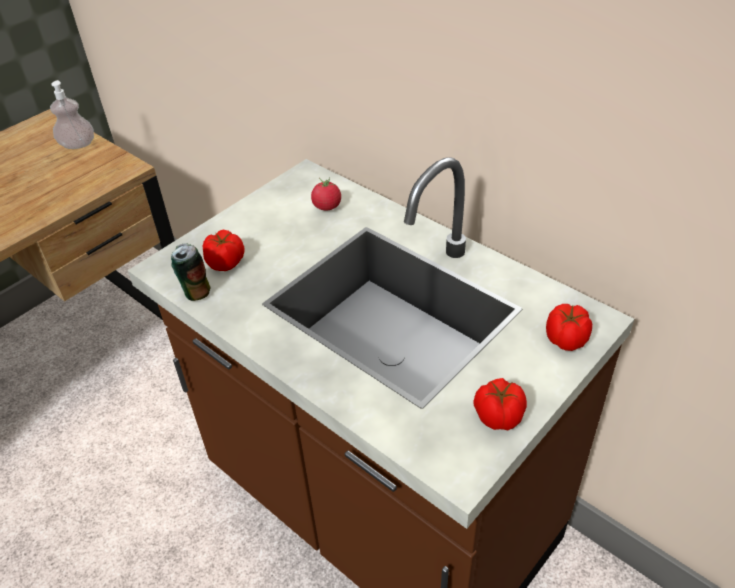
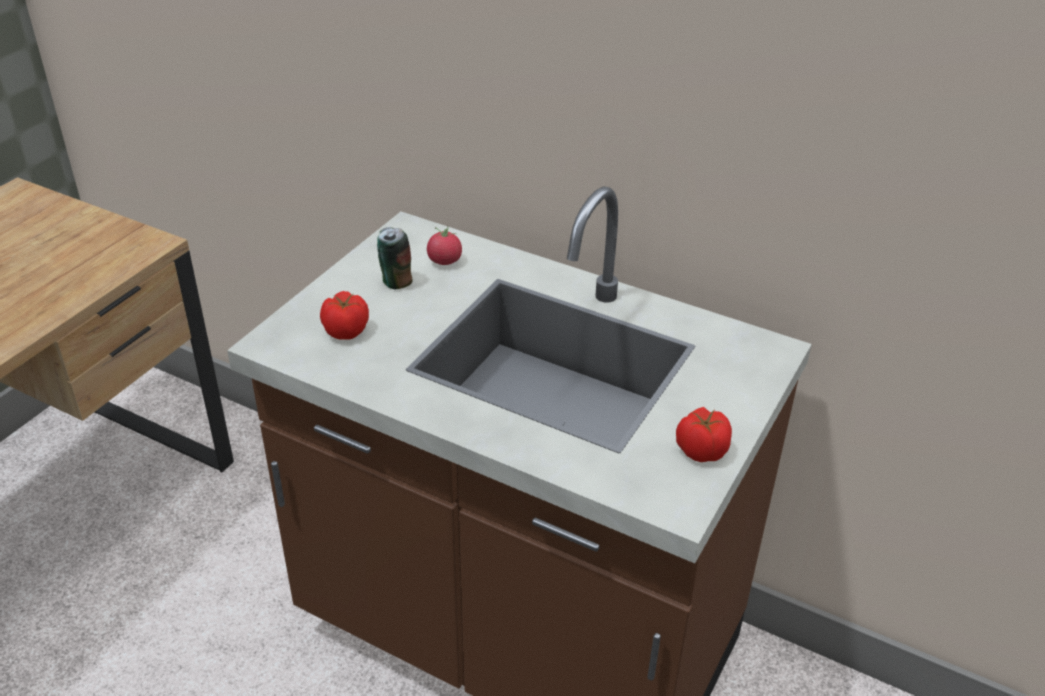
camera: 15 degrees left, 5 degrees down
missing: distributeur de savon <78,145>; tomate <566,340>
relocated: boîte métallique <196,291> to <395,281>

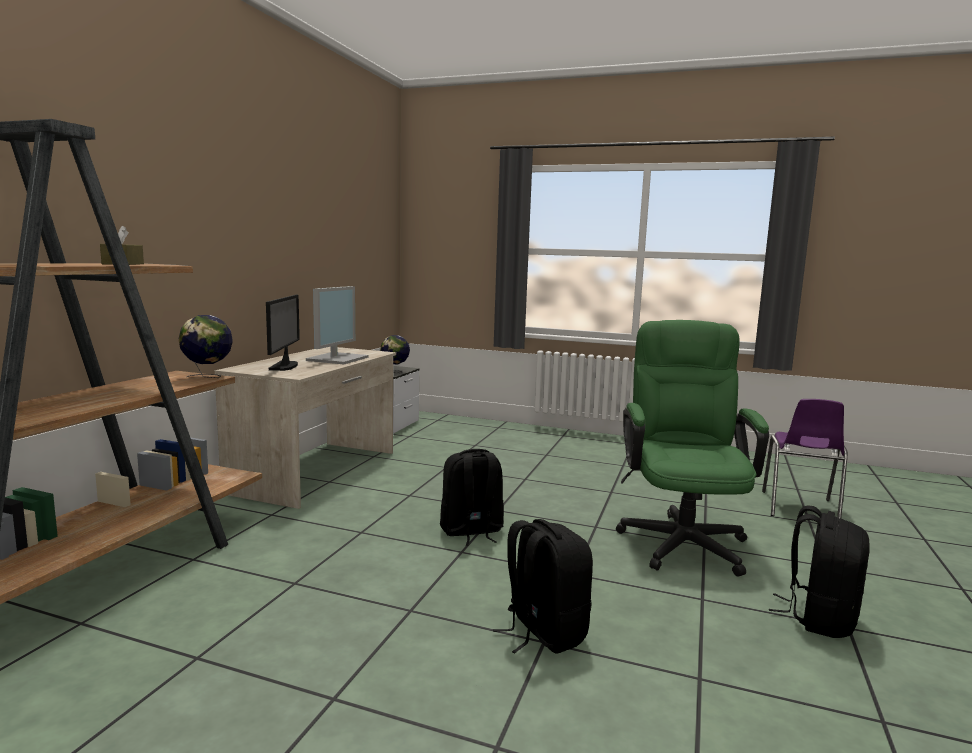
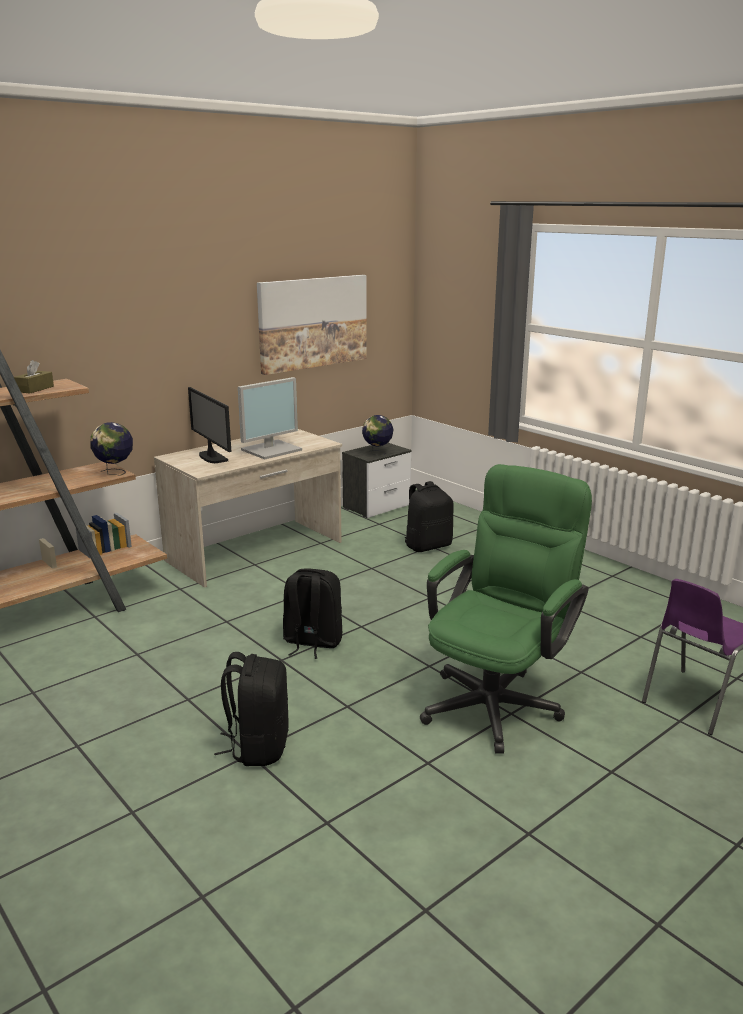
camera: 30 degrees right, 10 degrees up
appeared: tableau <313,322>
relocated: sac à dos/noir <818,618> to <428,546>
spun: écran d'ordinateur <285,366> = <212,457> 120 degrees clockwise

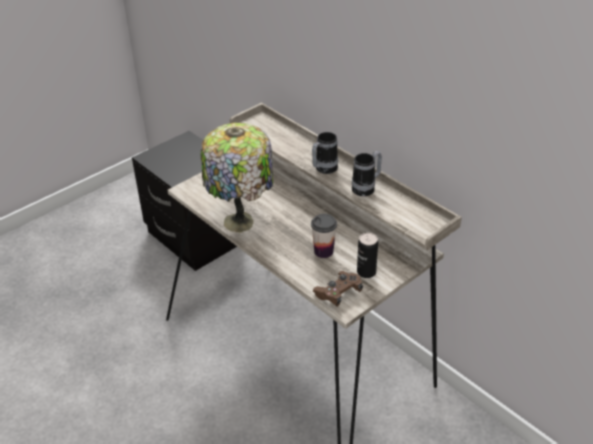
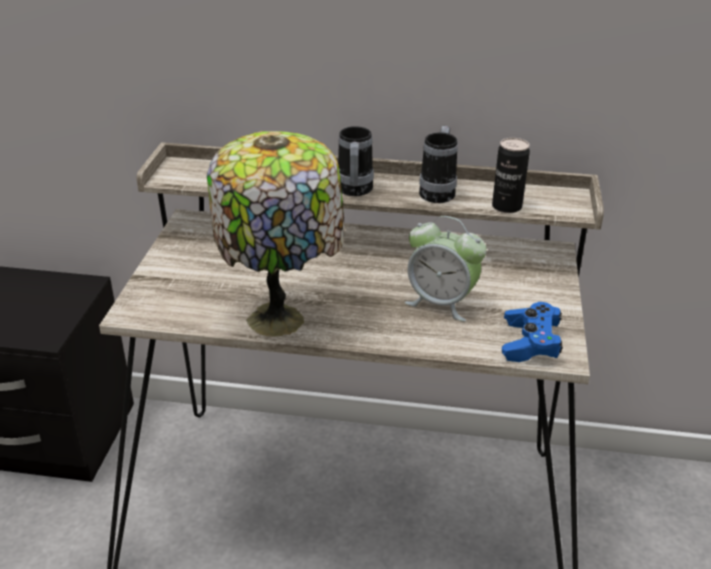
camera: 40 degrees left, 5 degrees down
relocated: boîte métallique <366,272> to <506,207>
exchanged: tasse <323,251> to réveil <441,302>
colour: manette/marron <338,293> to manette/bleu <530,343>

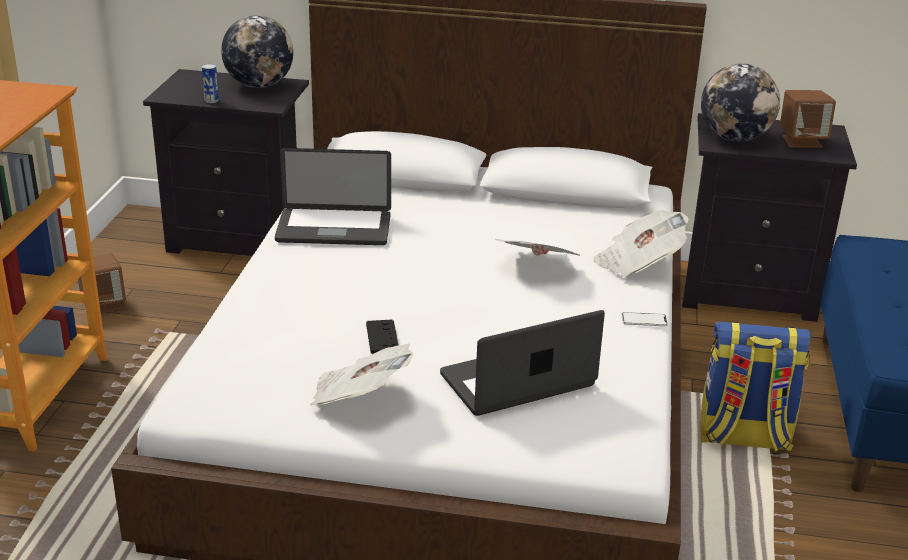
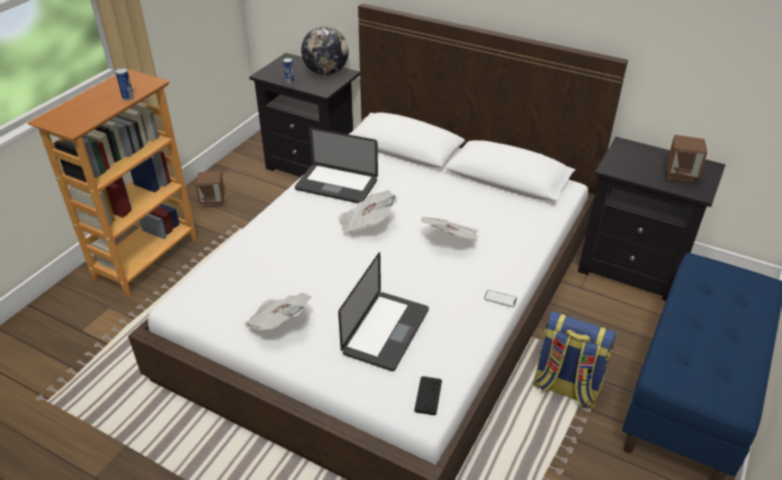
camera: 20 degrees right, 10 degrees up
missing: globe <734,138>
appeared: boîte métallique <128,97>
relocated: journal <638,264> to <366,224>; manette/noir <382,338> to <428,396>
spun: ordinateur portable <517,381> = <386,331> 120 degrees clockwise

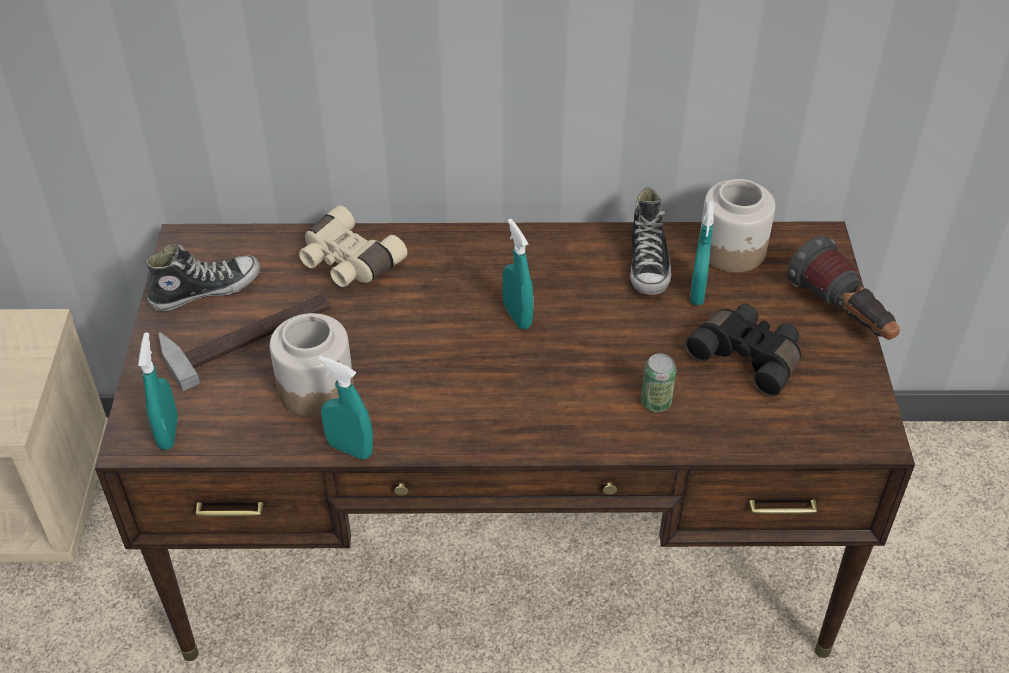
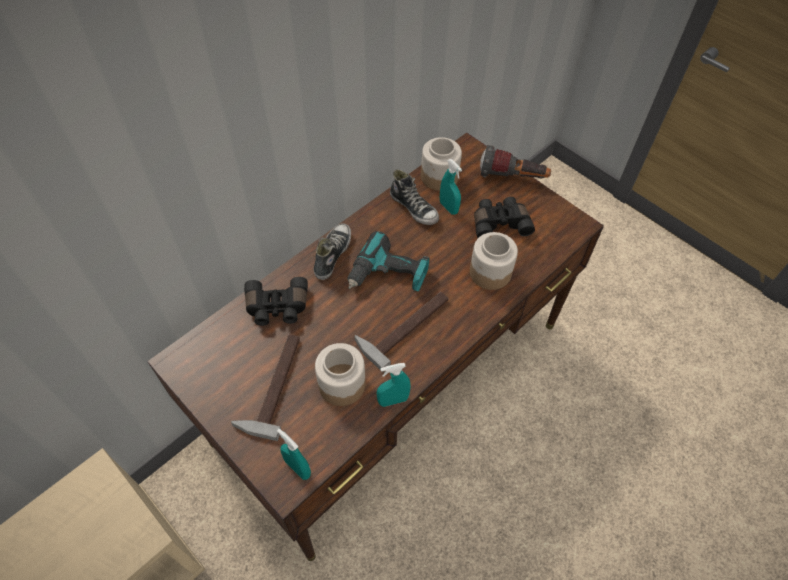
camera: 45 degrees left, 10 degrees up
appeared: marteau <404,325>
relocated: chaussure <206,289> to <332,254>
exchanged: vaporisateur/turquoise <517,316> to perceuse <388,275>; boîte métallique <656,402> to bocal <489,272>
colour: jumelles/beige <347,262> to jumelles/noir <277,308>

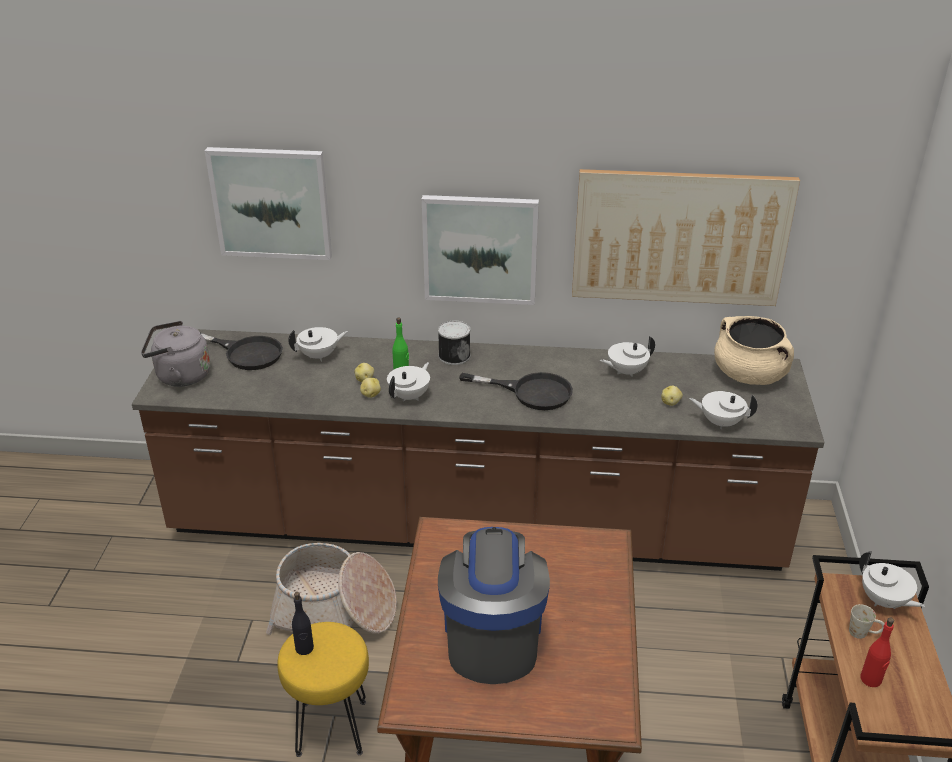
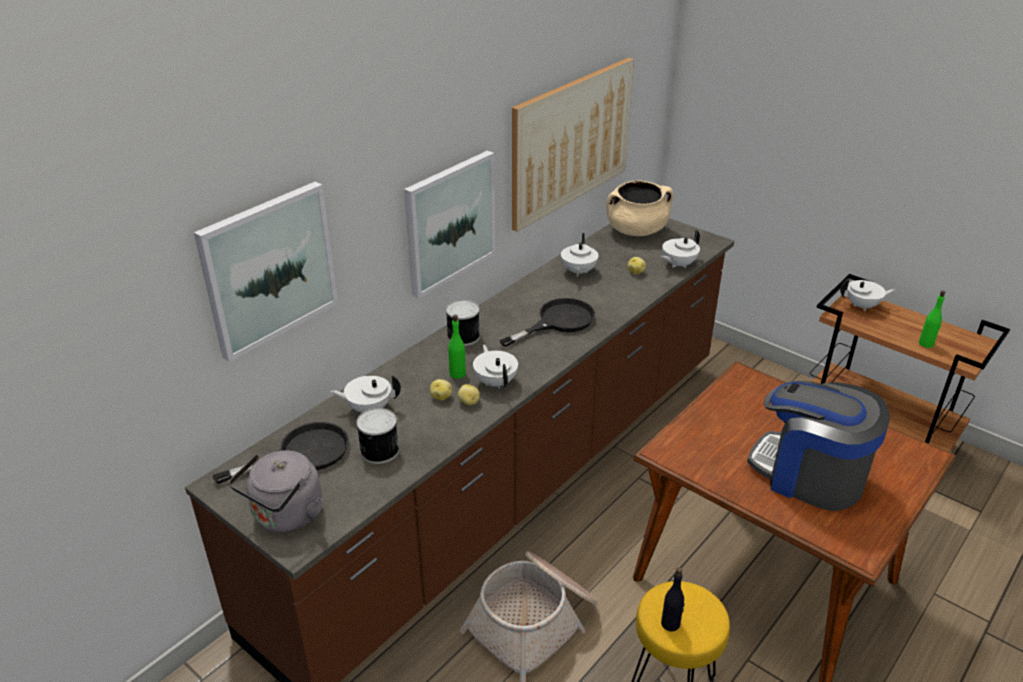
camera: 55 degrees left, 0 degrees up
missing: mug/blanc <863,633>
appeared: boîte métallique <378,450>
colour: bouteille/rouge <871,679> to bouteille/vert <926,343>
spun: théière/blanc <319,356> = <369,408> 105 degrees counterclockwise

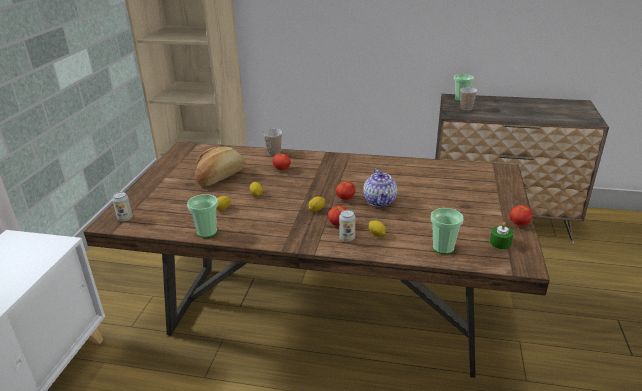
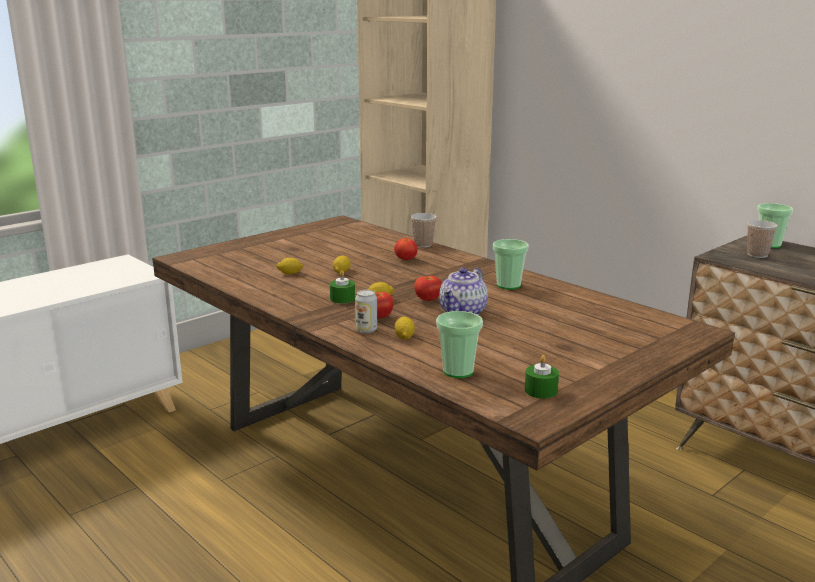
camera: 35 degrees right, 10 degrees down
missing: boîte métallique <125,218>; pain <220,177>; tomate <519,224>
appeared: bougie/vert <342,299>
relocated: tasse <207,232> to <508,285>

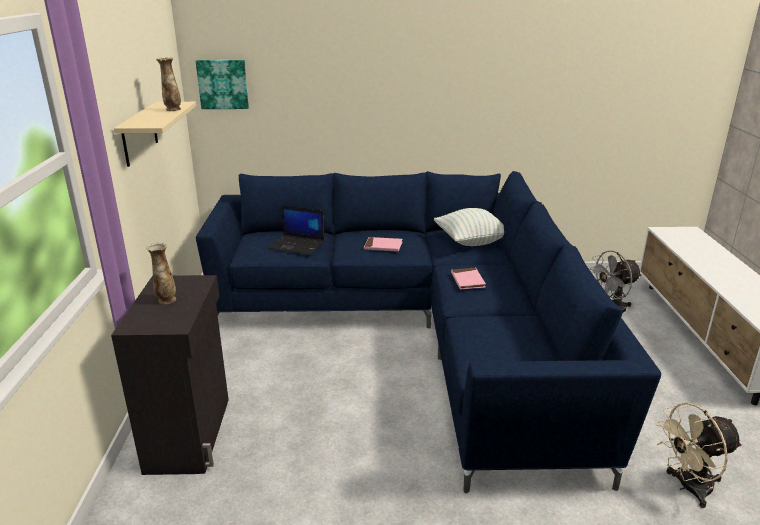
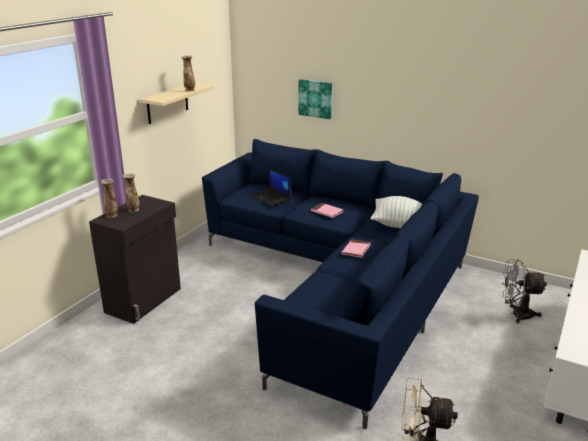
camera: 30 degrees right, 0 degrees up
appeared: vase <112,215>
relocated: tableau <223,84> to <315,98>

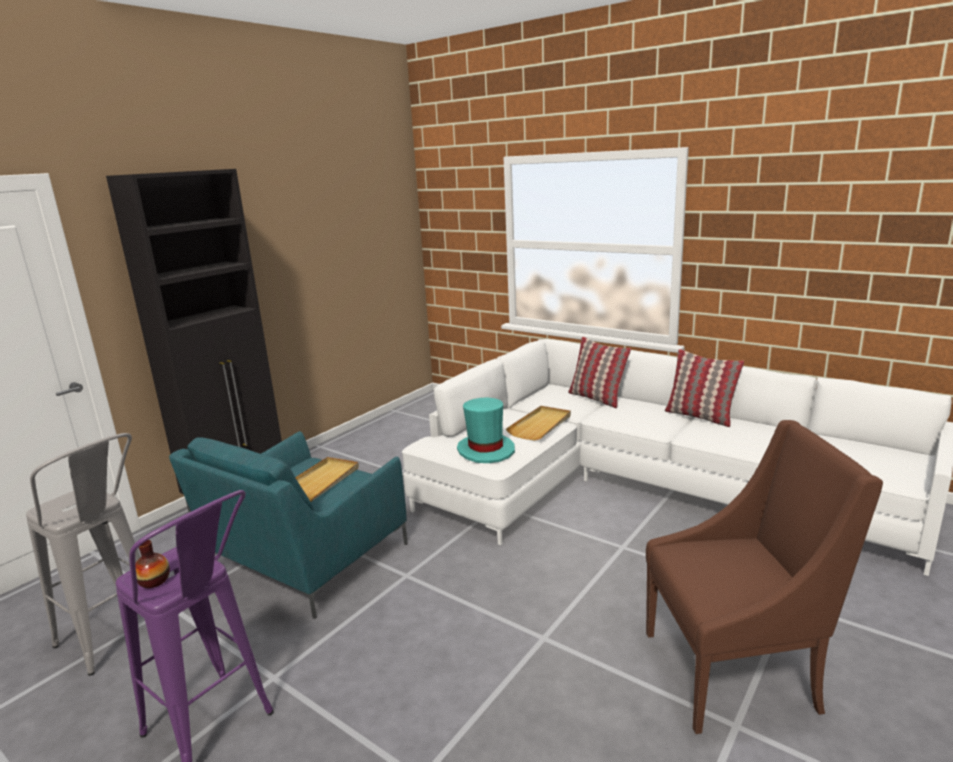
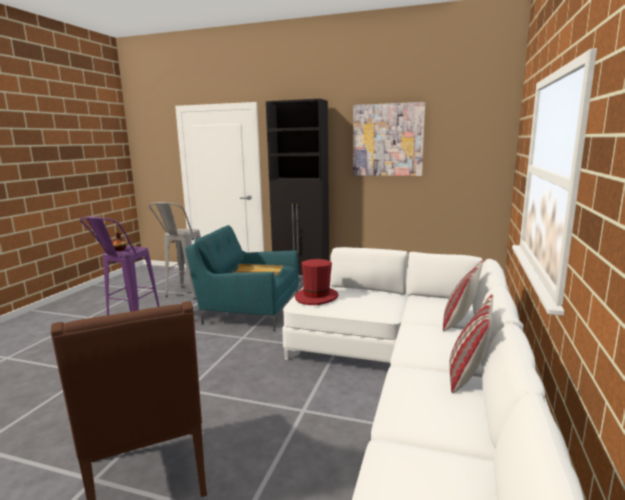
camera: 70 degrees right, 5 degrees down
missing: plateau/beige <540,425>
appeared: tableau <388,140>
colour: chapeau/turquoise <486,450> to chapeau/rouge <316,297>

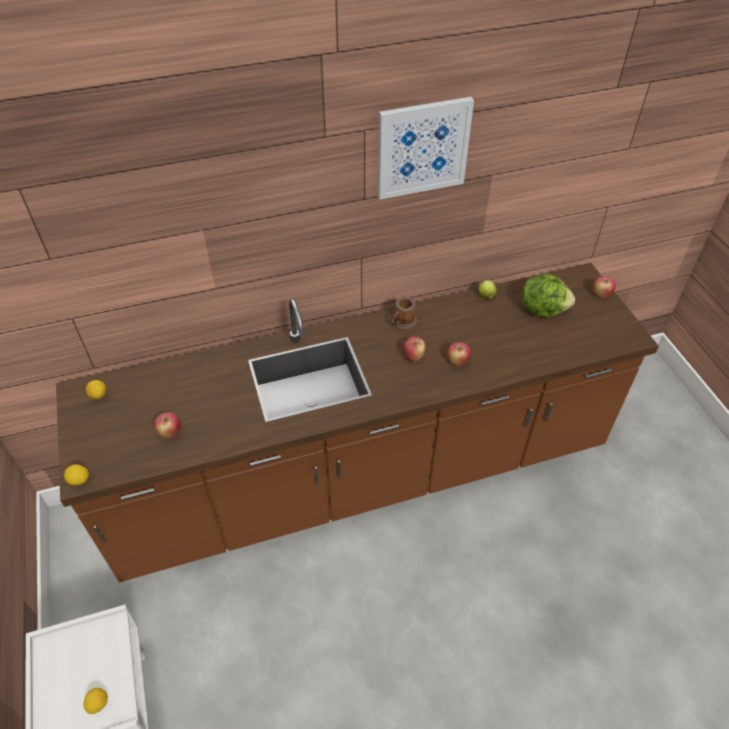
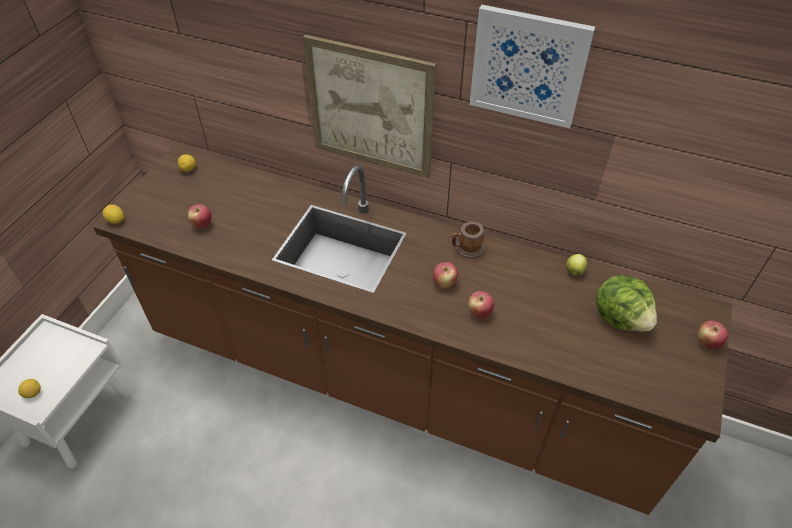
camera: 40 degrees right, 0 degrees up
appeared: tableau <370,108>

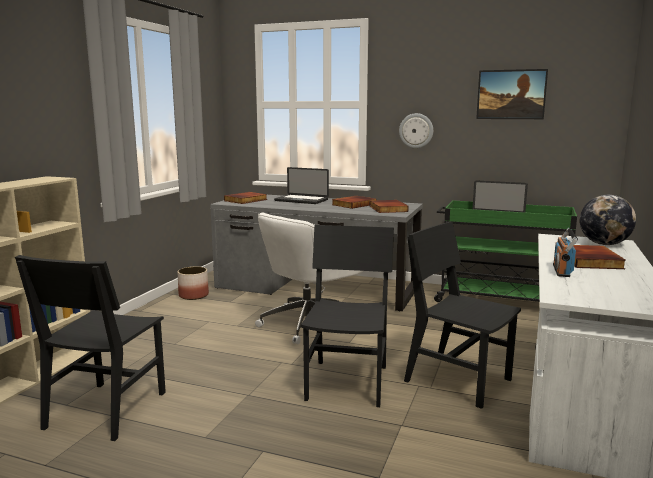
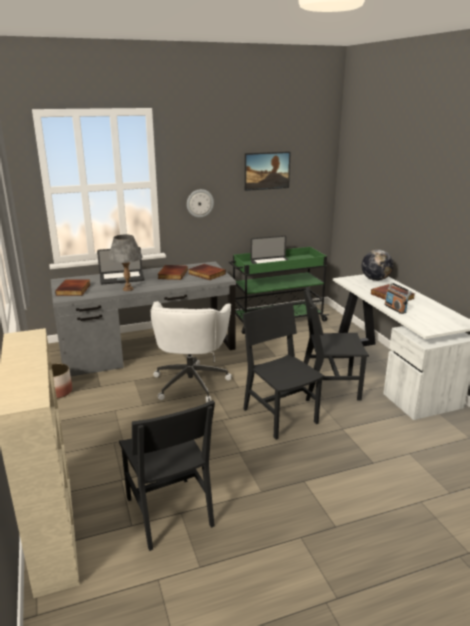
camera: 40 degrees left, 10 degrees up
appeared: lampe de table/gris <128,289>

